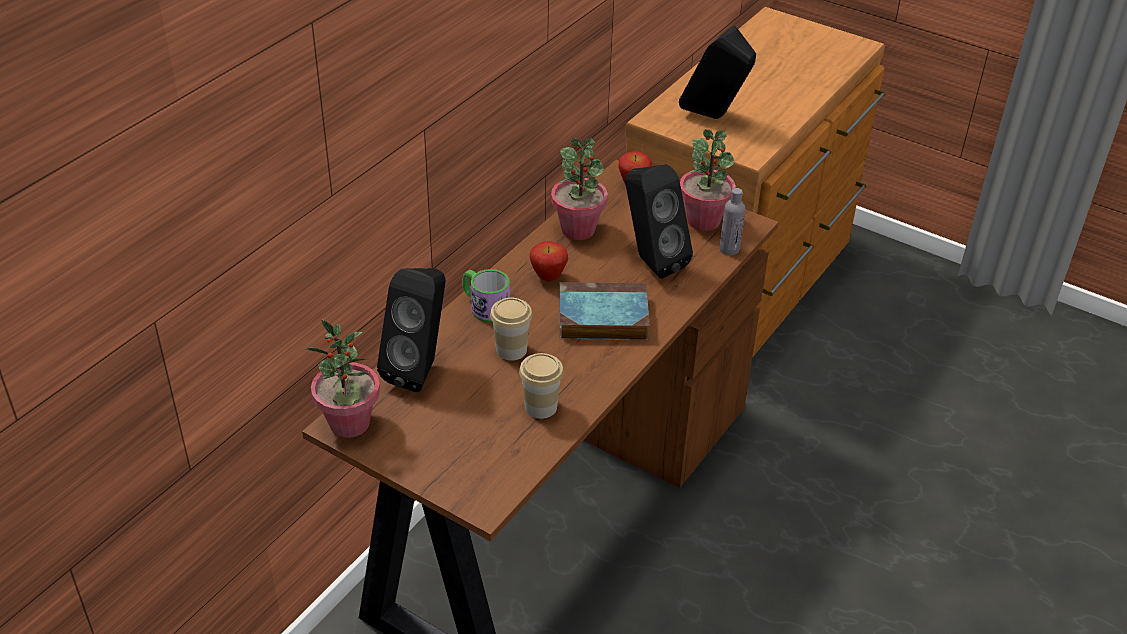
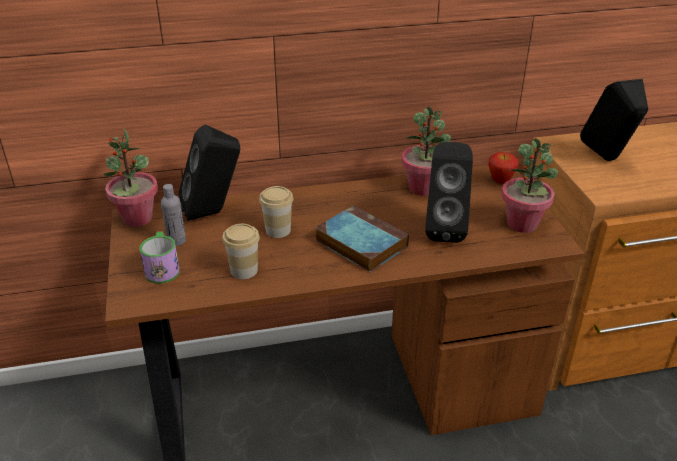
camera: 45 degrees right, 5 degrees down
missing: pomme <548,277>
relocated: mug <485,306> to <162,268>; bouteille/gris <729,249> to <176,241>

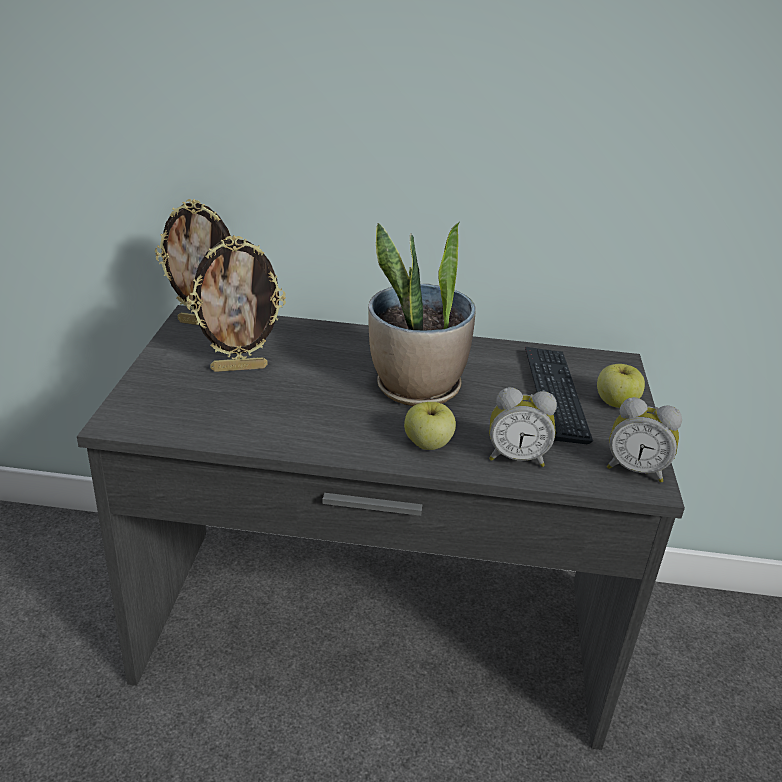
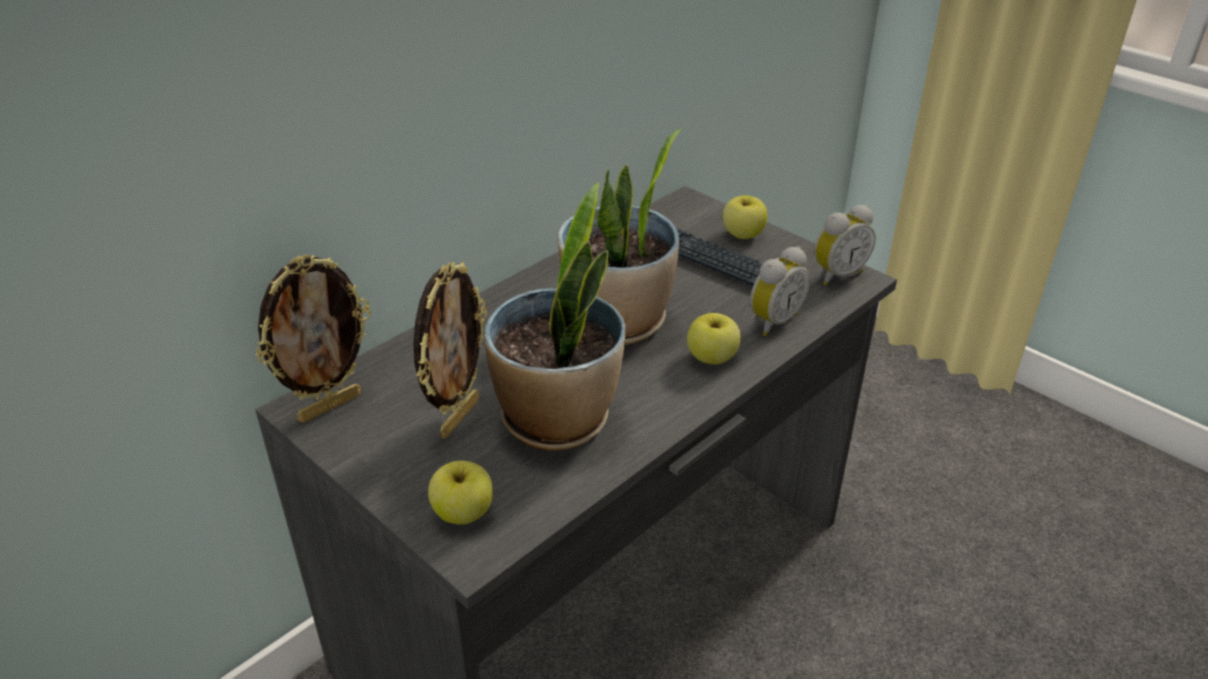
camera: 50 degrees left, 5 degrees up
appeared: pomme <463,513>; plante en pot <558,420>

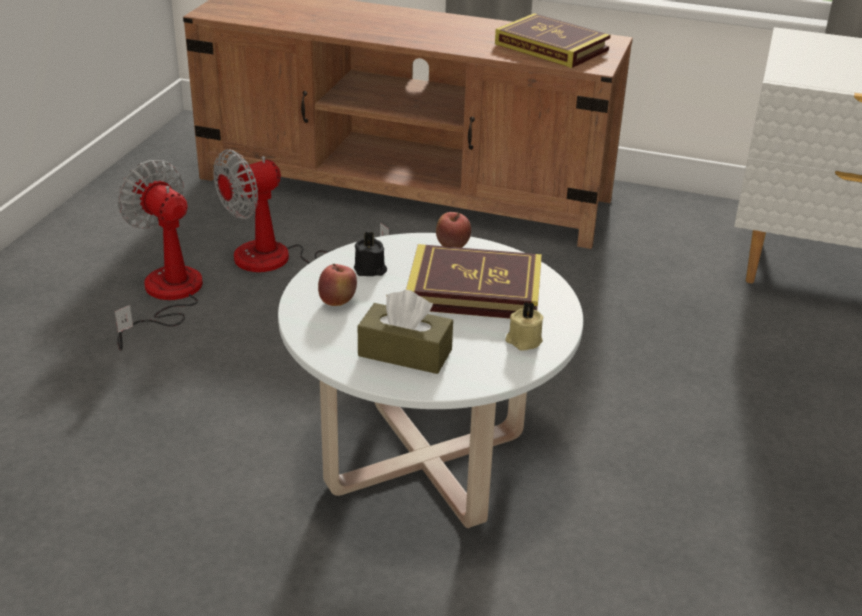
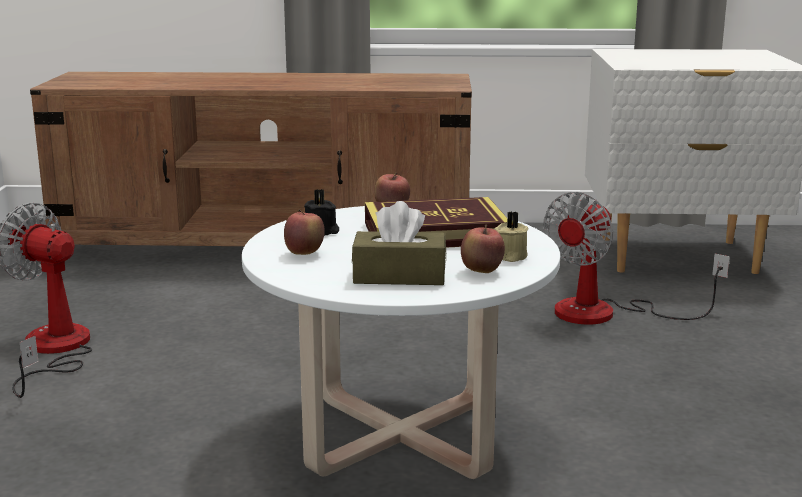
camera: 15 degrees left, 15 degrees down
missing: livre <551,47>
appeared: pomme <482,272>
relocated: ventilateur <281,261> to <606,313>

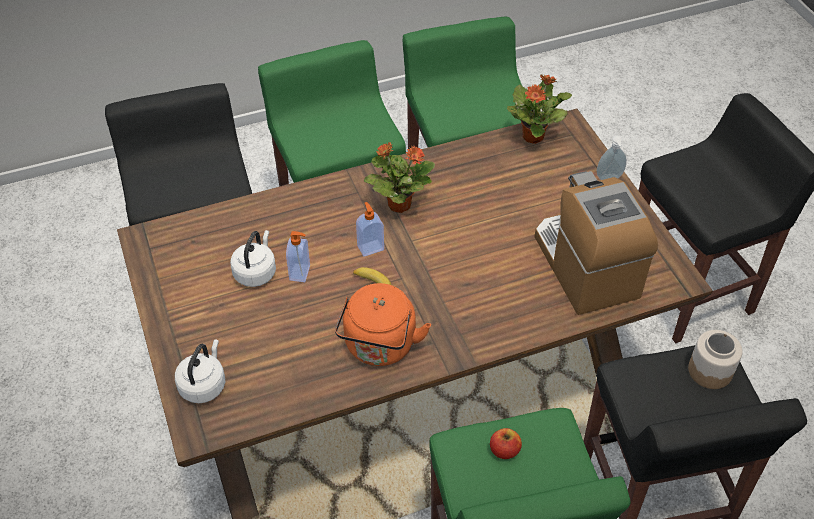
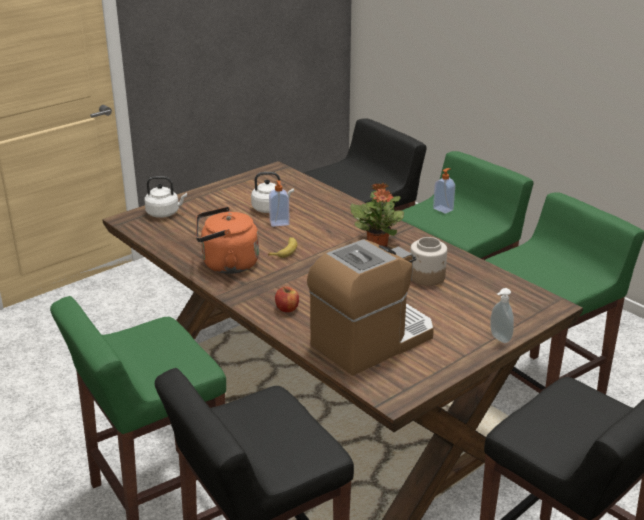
camera: 70 degrees right, 20 degrees down
missing: plante en pot <533,136>
relocated: pomme <504,450> to <287,309>; bocal <710,370> to <427,277>; distributeur de savon <370,247> to <443,209>

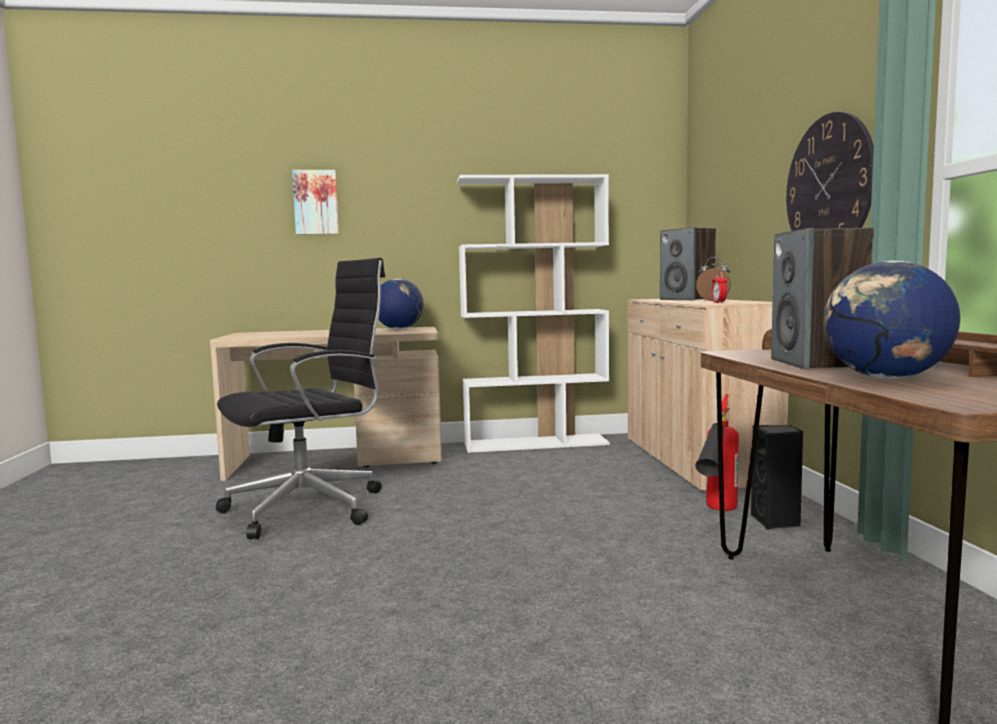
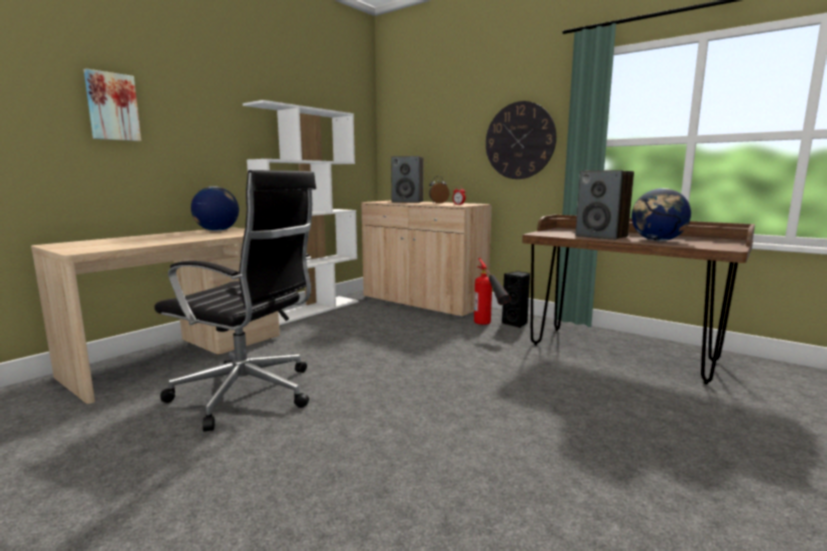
camera: 45 degrees left, 5 degrees up
spun: chaise de bureau/noir <310,507> = <248,395> 105 degrees clockwise

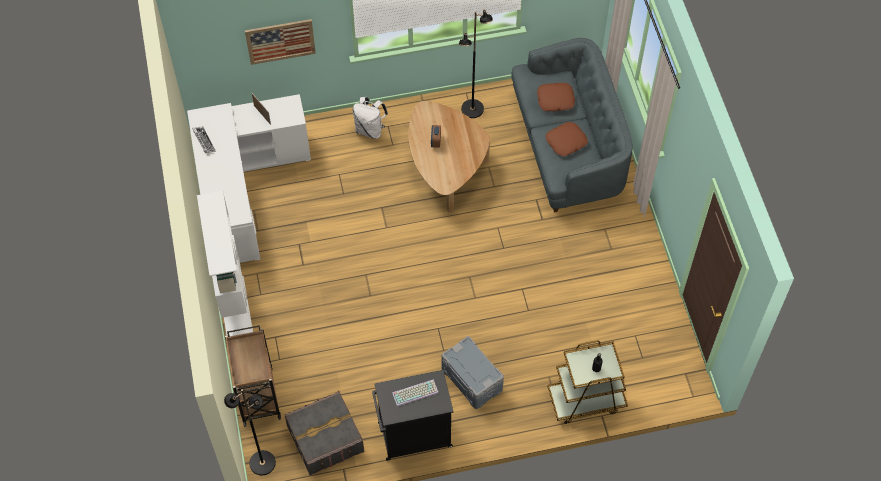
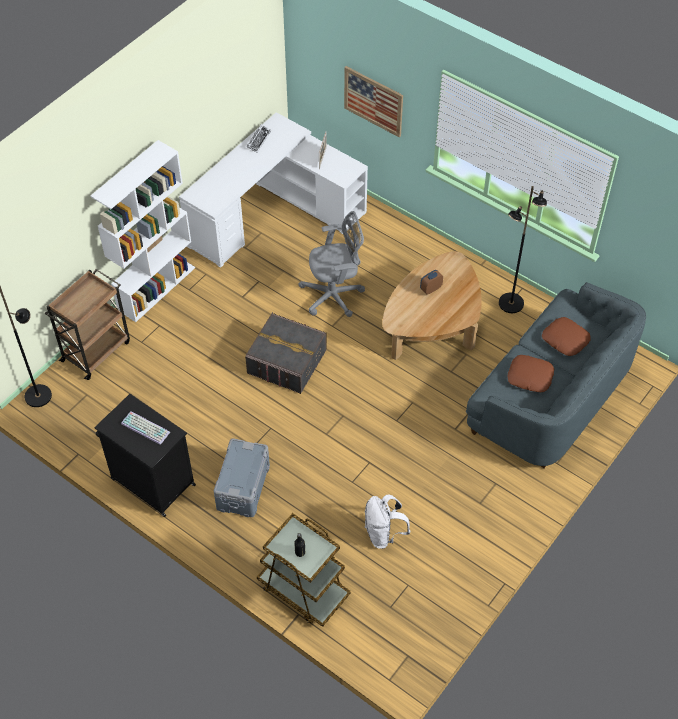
camera: 50 degrees right, 5 degrees down
appeared: chaise de bureau/gris <335,295>
relocated: boîte de rangement/gris <325,439> to <287,361>; sac à dos/blanc <370,129> to <383,534>

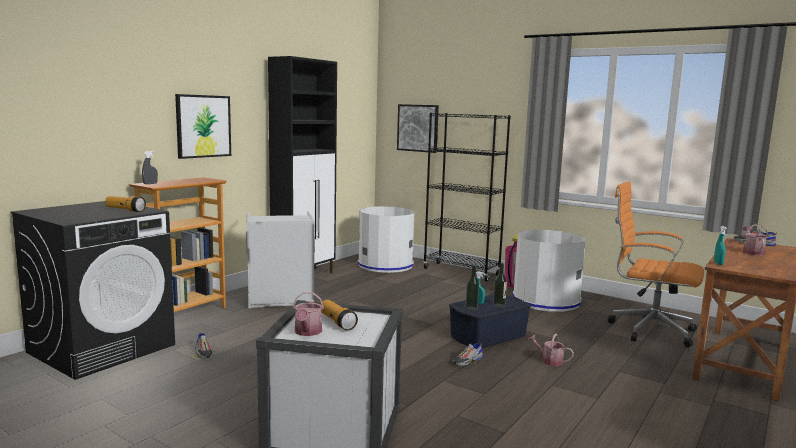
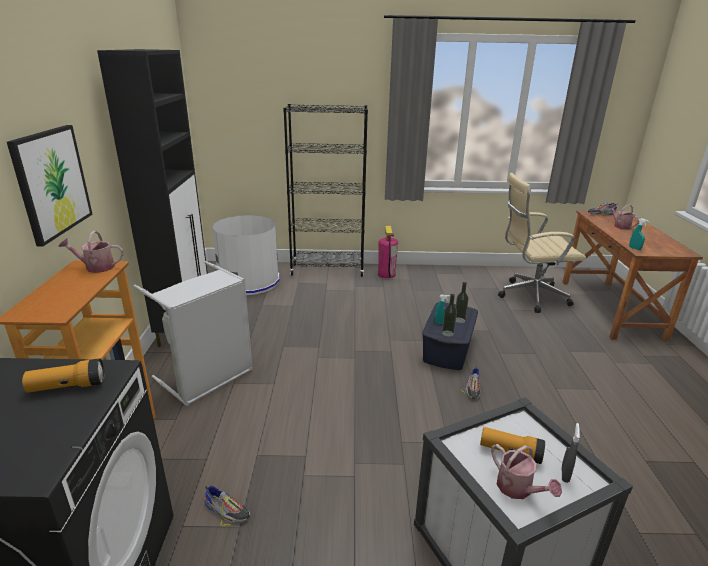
camera: 35 degrees left, 15 degrees up
missing: tableau <418,128>; poubelle/blanc <546,300>
relocated: arrosoir <549,361> to <96,267>; vaporisateur/gris <150,184> to <565,474>
colour: chaise de bureau/orange <647,330> to chaise de bureau/beige <529,296>

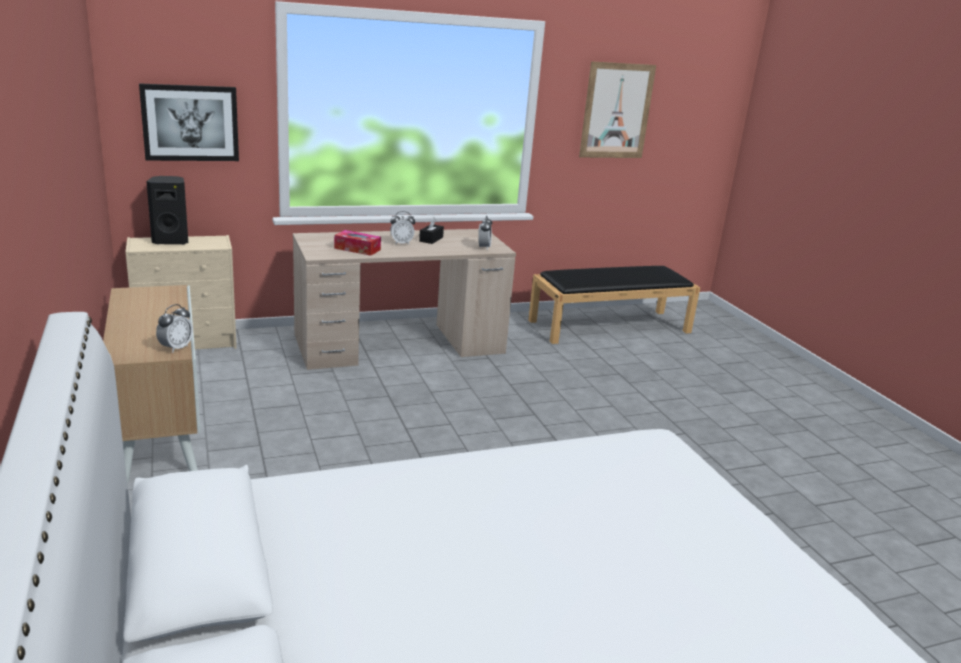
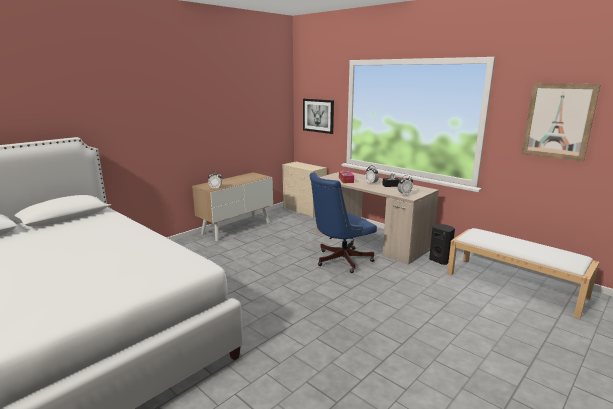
camera: 65 degrees right, 5 degrees down
appeared: chaise de bureau/bleu <340,260>
relocated: enceinte/noir <171,241> to <440,260>
colour: banc/noir <610,326> to banc/blanc <515,285>

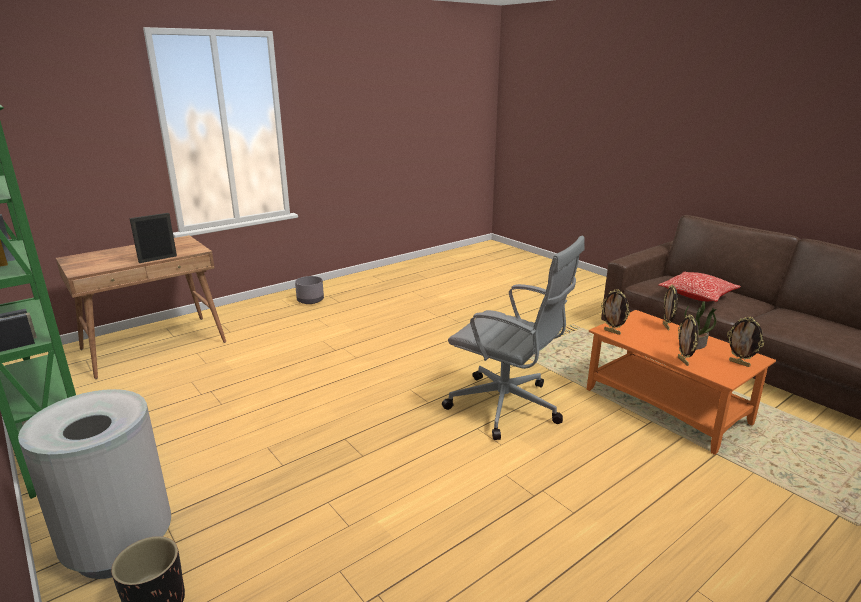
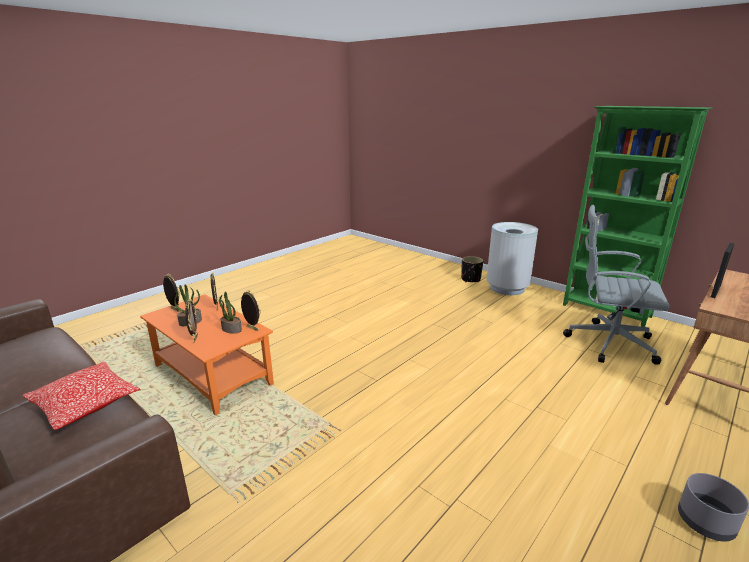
camera: 170 degrees right, 0 degrees up
appeared: plante en pot <231,329>
relocated: chaise de bureau/gris <507,407> to <607,342>

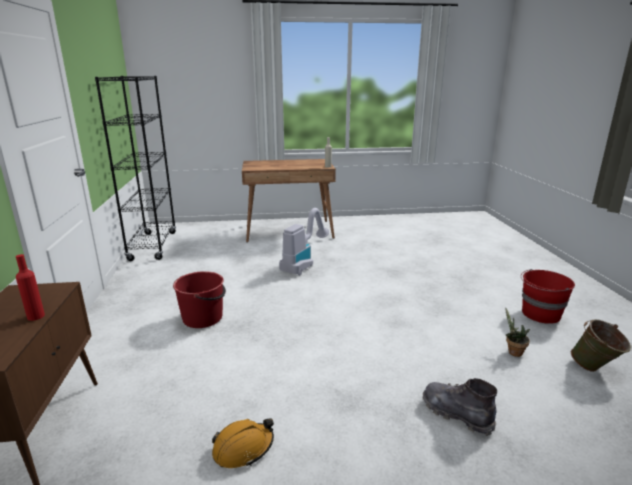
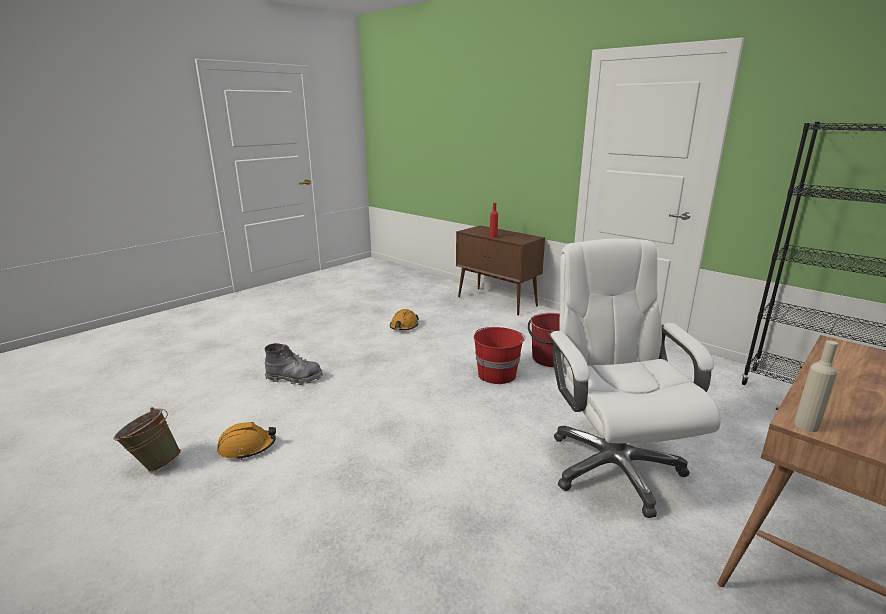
camera: 140 degrees right, 0 degrees up
relocated: seau/rouge <540,314> to <497,374>
exchanged: plante en pot <513,352> to casque de chantier/orange <247,447>; aspirateur <303,263> to chaise de bureau/blanc <613,466>

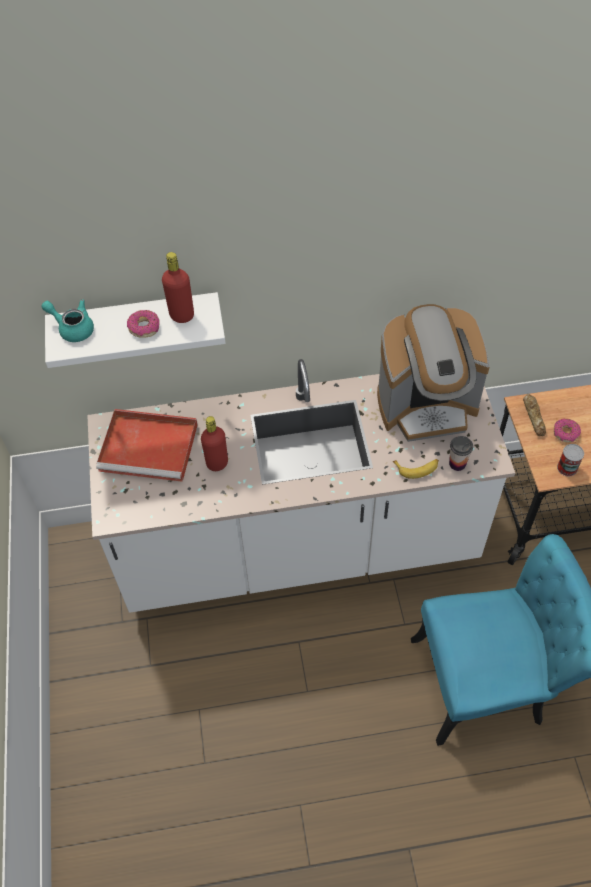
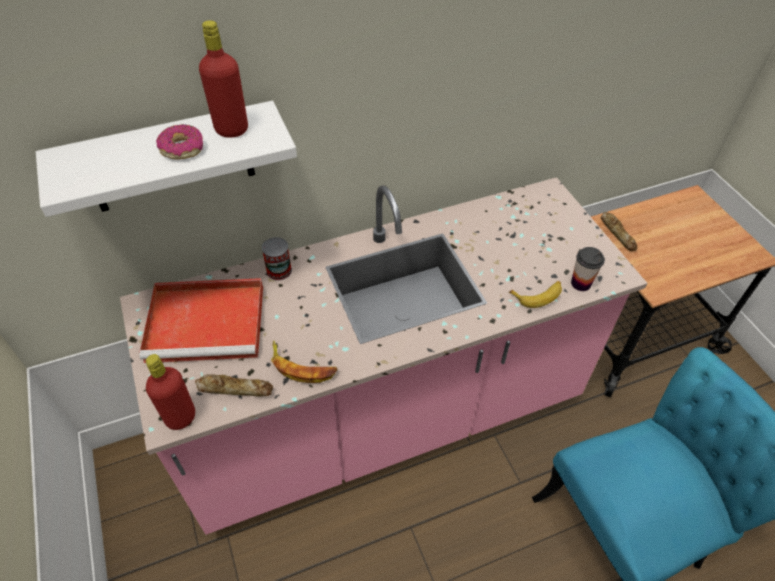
camera: 15 degrees left, 5 degrees down
missing: théière/turquoise <73,328>; machine à café <427,406>; beignet <565,433>
appeared: pain <235,388>; banane <302,366>
relocated: bouteille/rouge <217,463> to <180,417>; boîte métallique <567,468> to <279,271>
colour: comptoir de cuisine/blanc <299,548> to comptoir de cuisine/rose <385,420>

